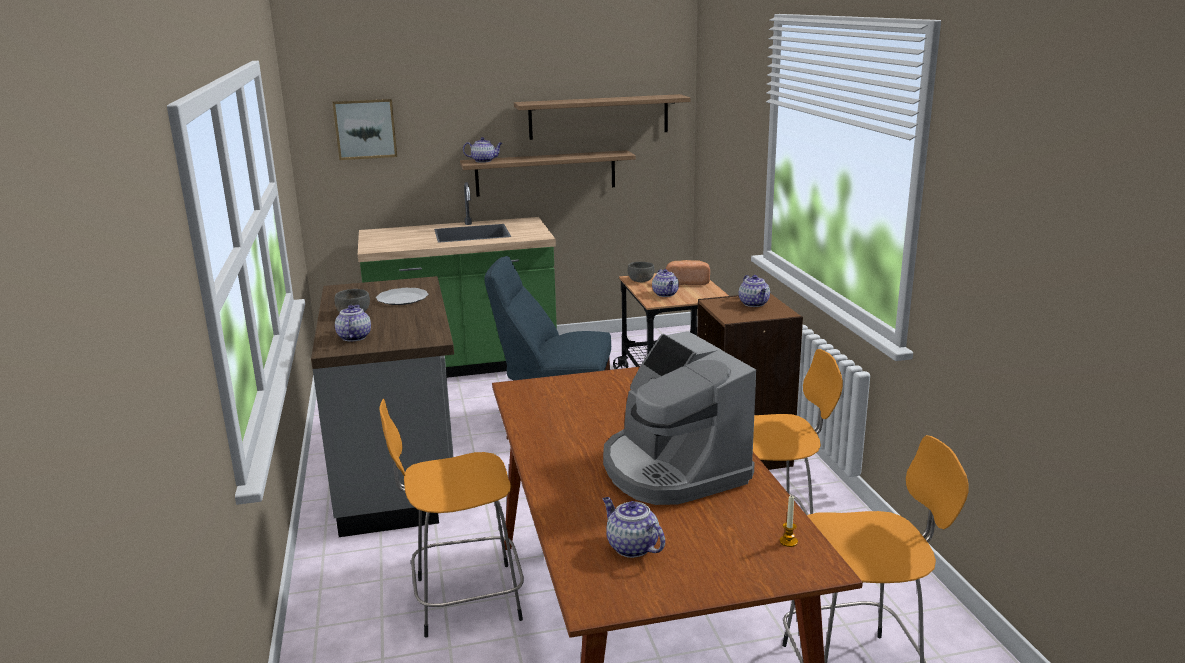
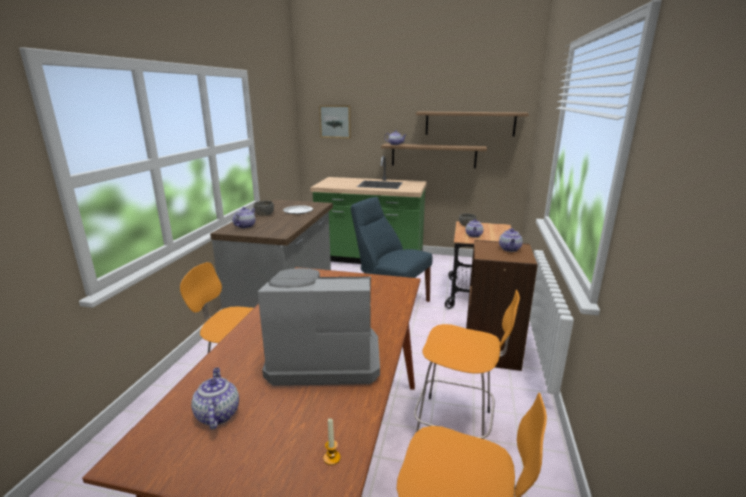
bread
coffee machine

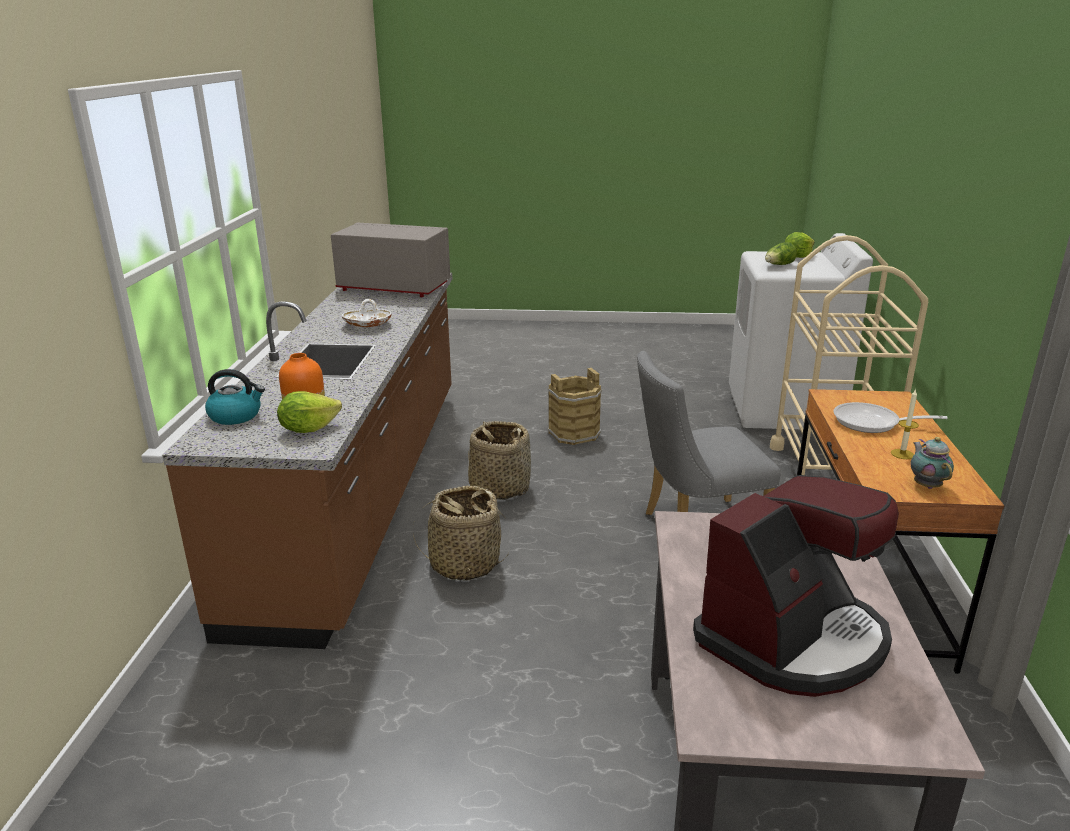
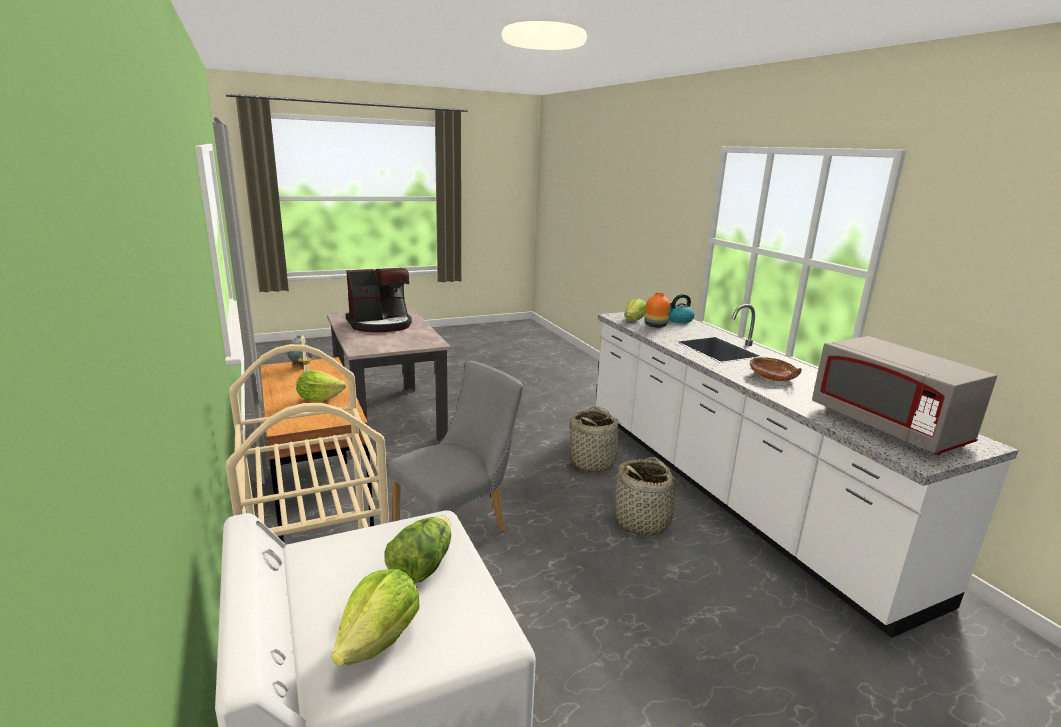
brown bucket
lettuce (1st from left)
white counter
brown bowl
grey microwave
coffee machine

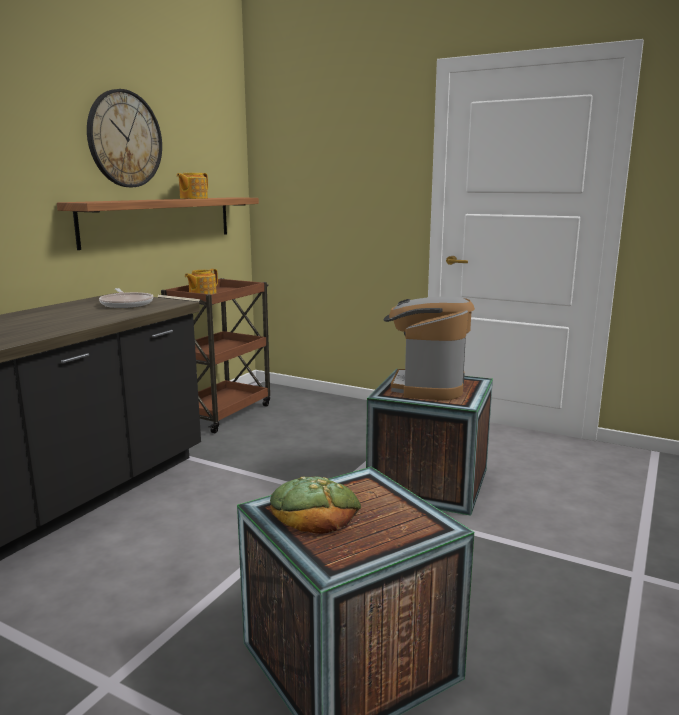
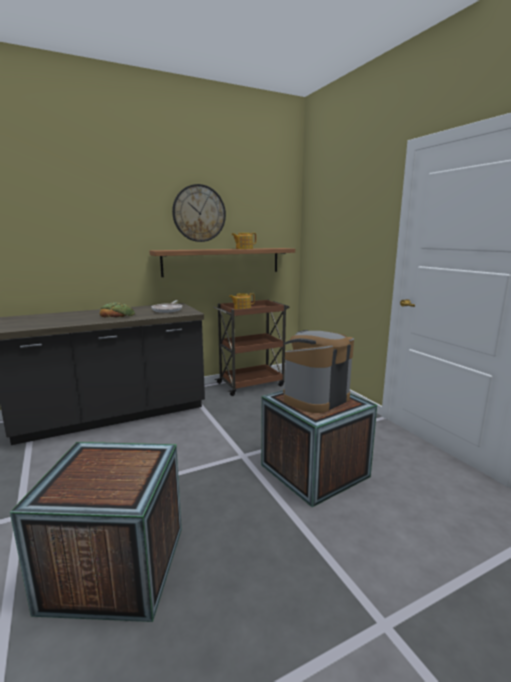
bread

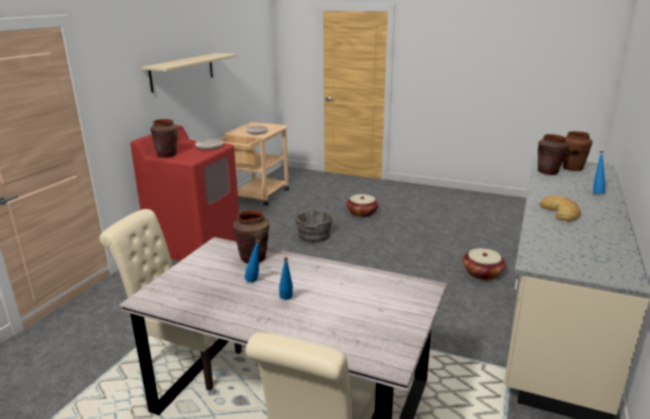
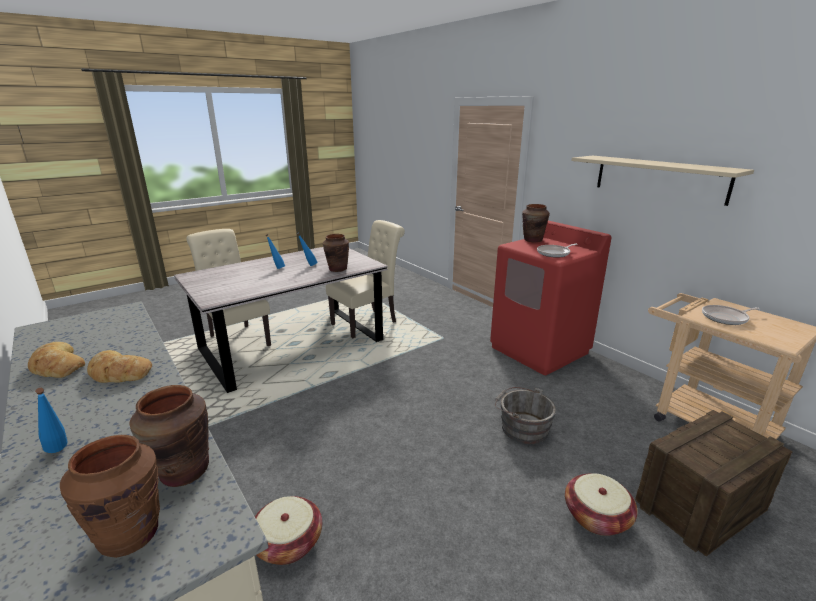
bread (1st from left)
crate

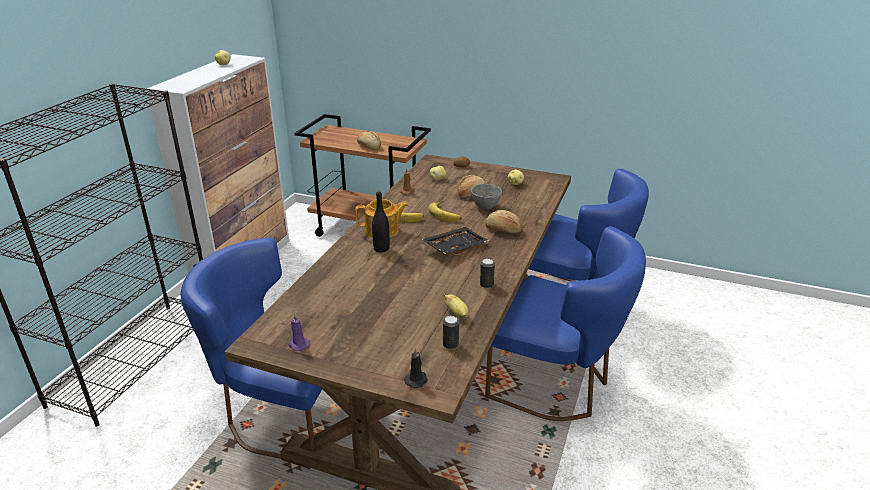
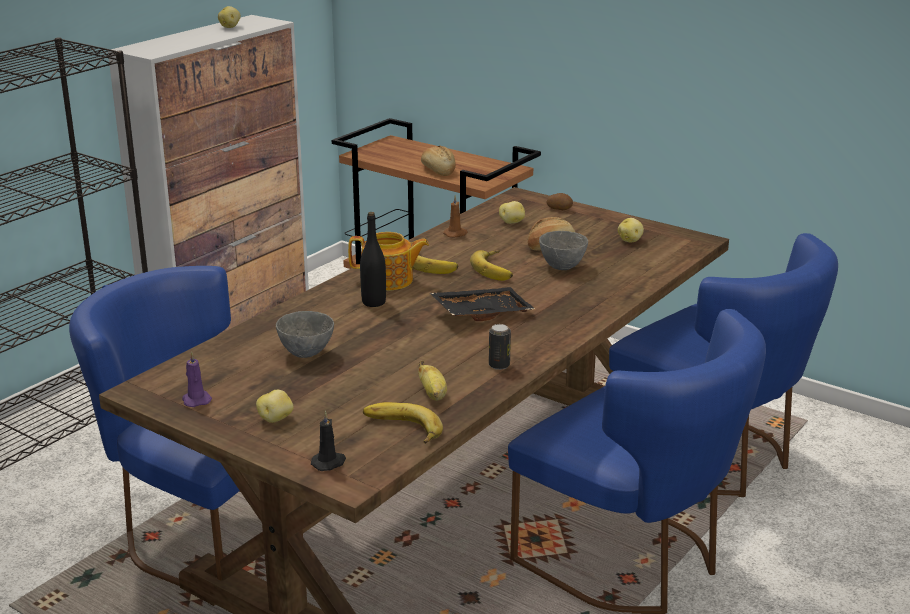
bread (3rd from left in the first image)
potato (2nd from left)
grey bowl (1st from left)
banana (1st from left)

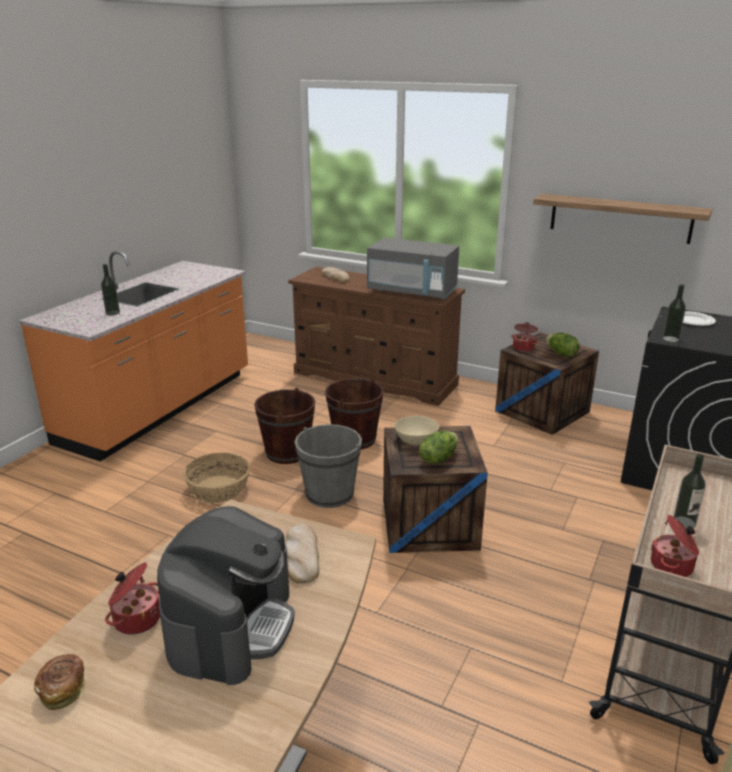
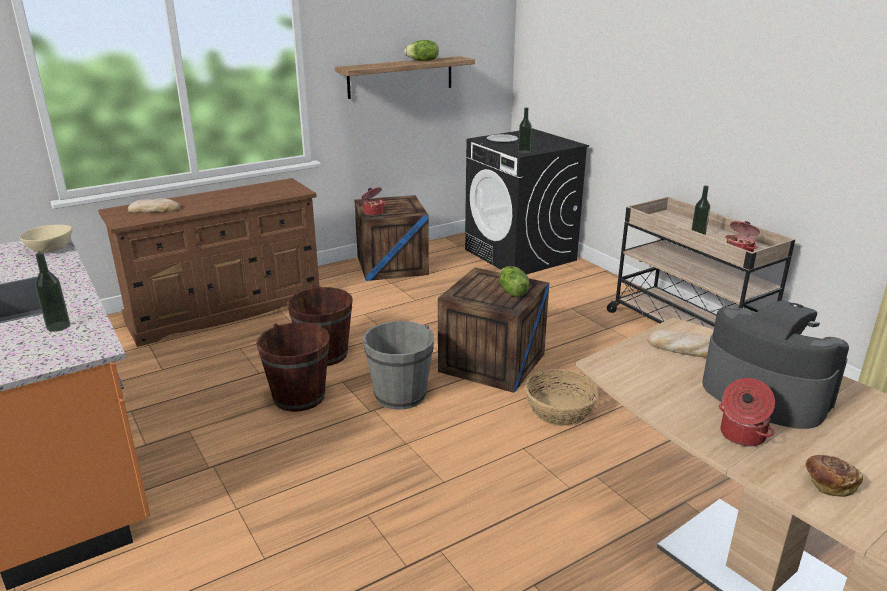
grey microwave
basket
beige bowl
lettuce (1st from left)

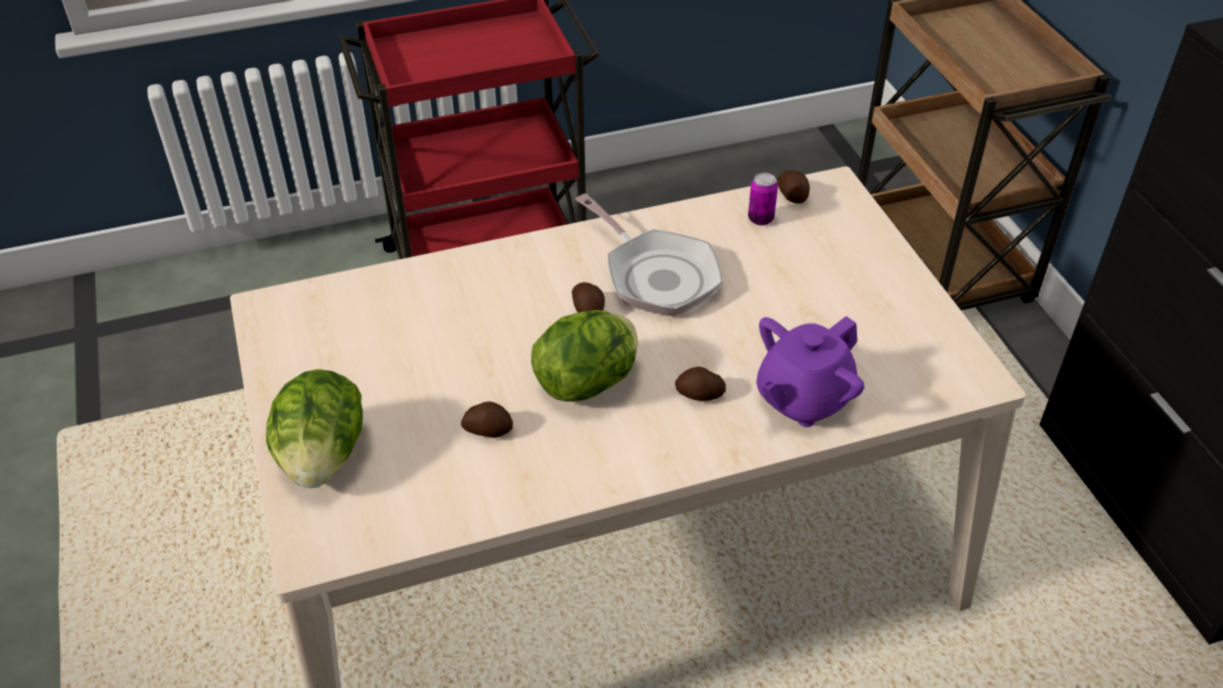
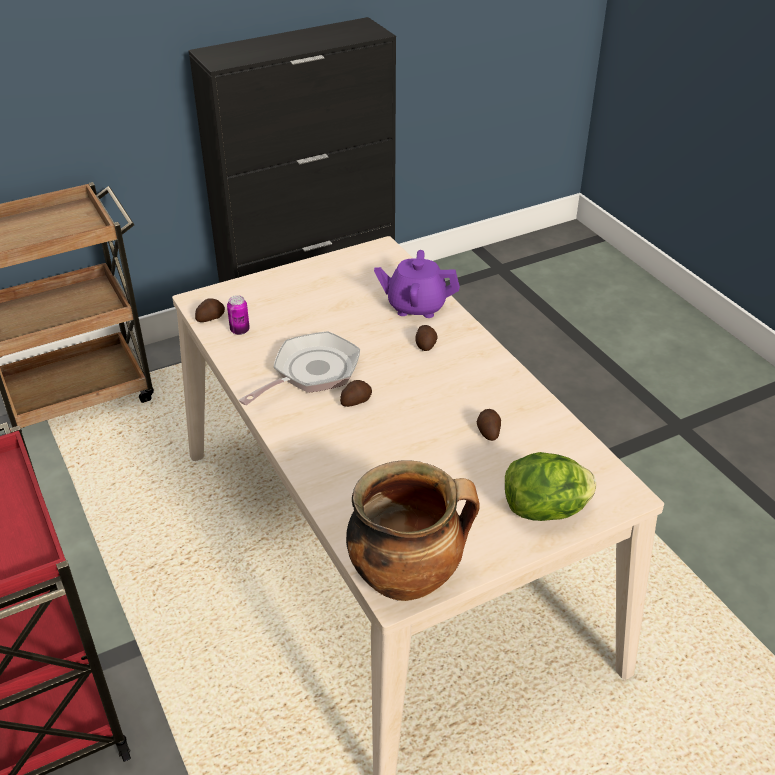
lettuce (2nd from left in the first image)
cooking pot
purple teapot

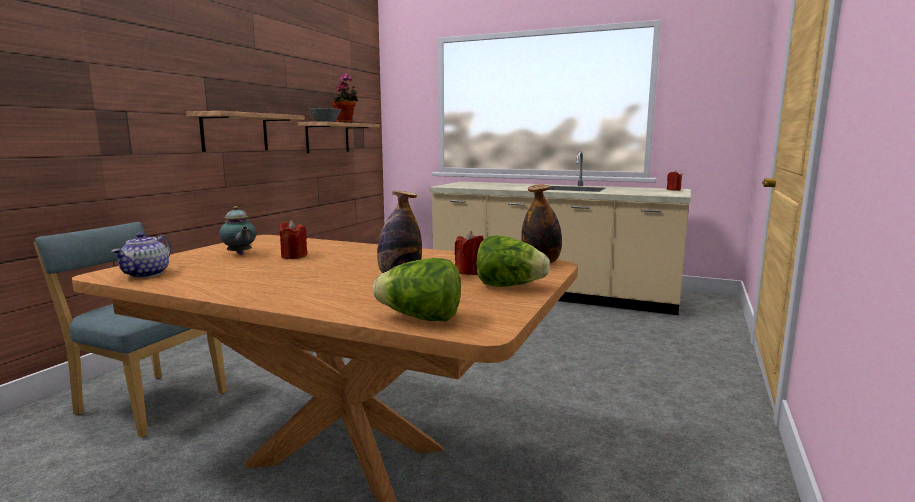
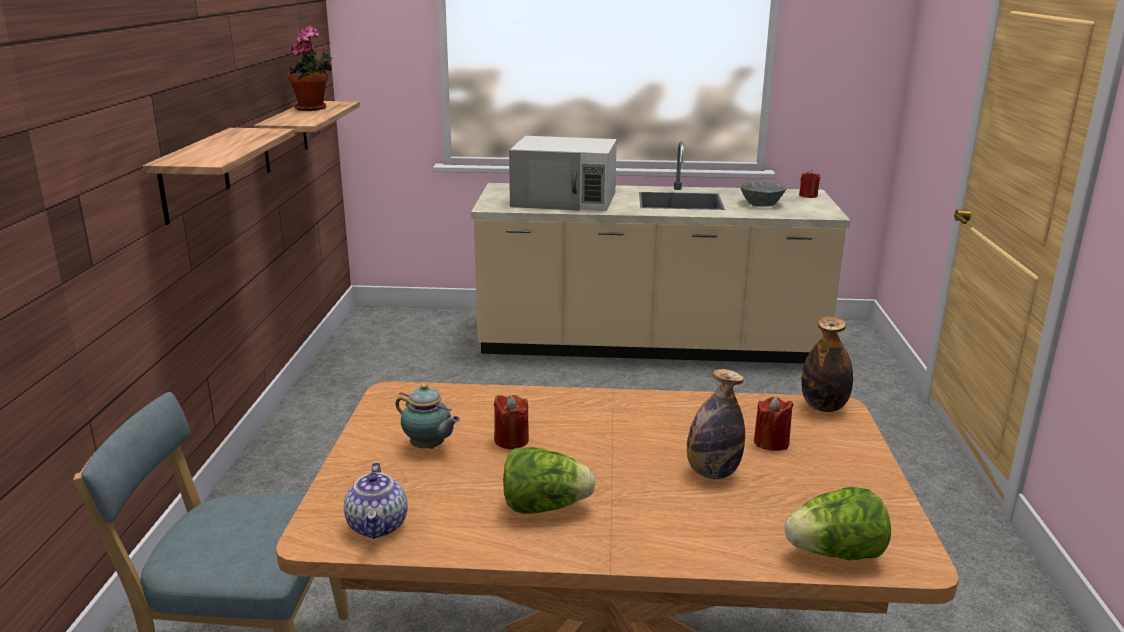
white microwave
grey bowl
lettuce (1st from left)

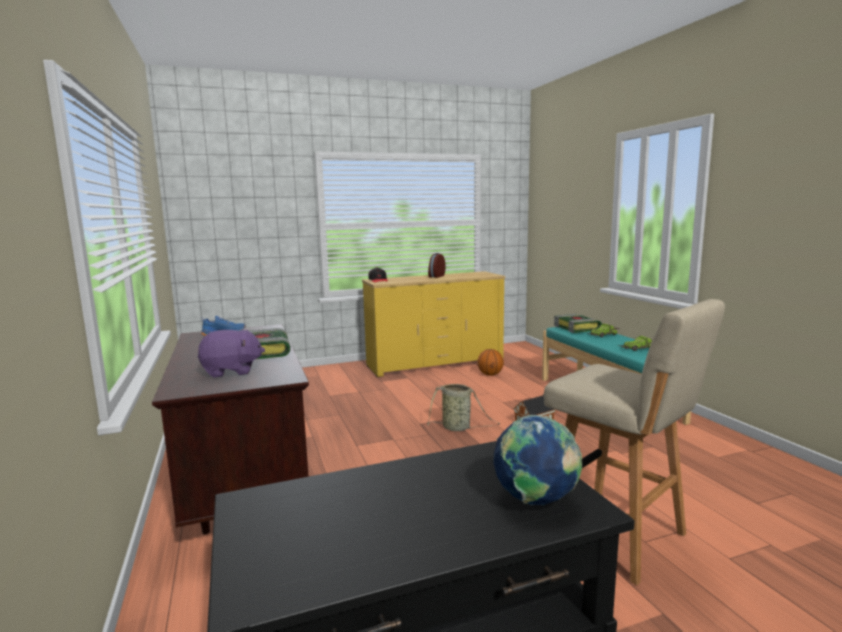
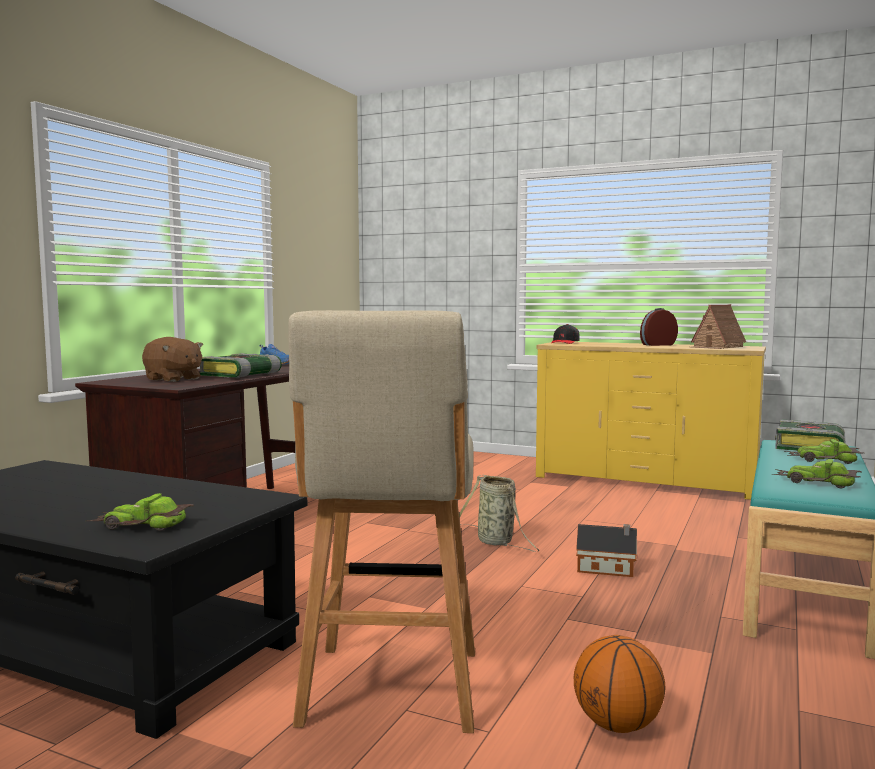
toy house (2nd from left)
basketball
toy car (1st from left)
brown plush toy

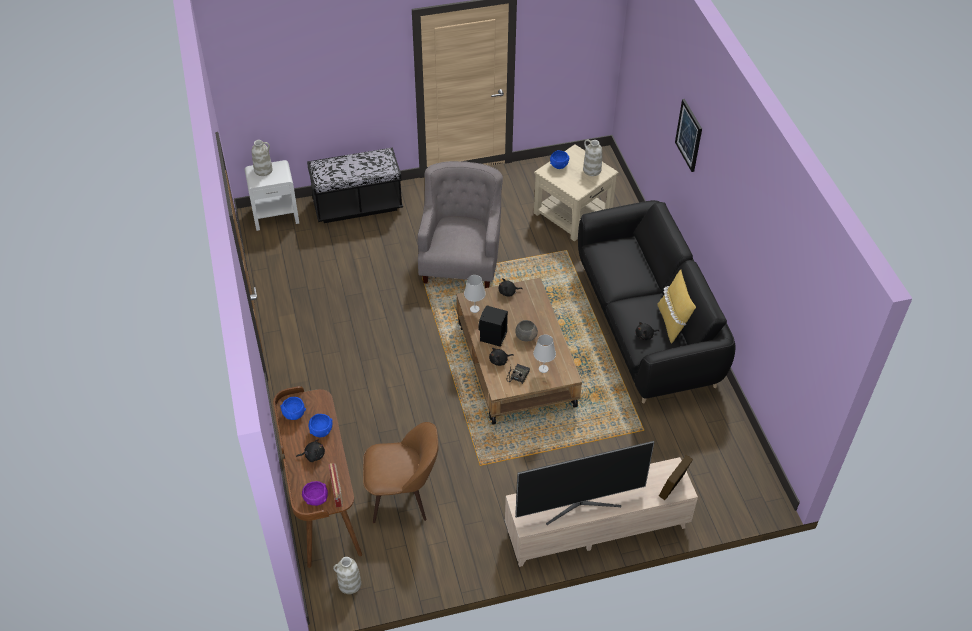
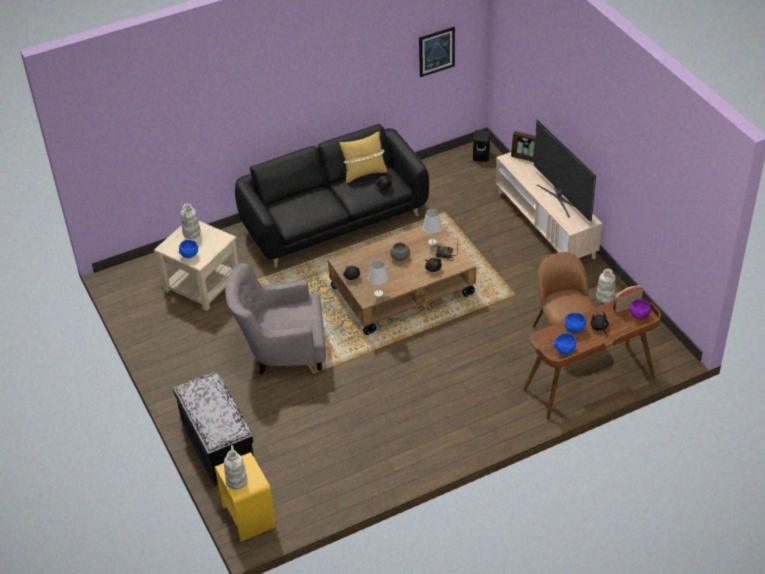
white vase (3rd from left)
black speaker
picture
yellow nightstand

